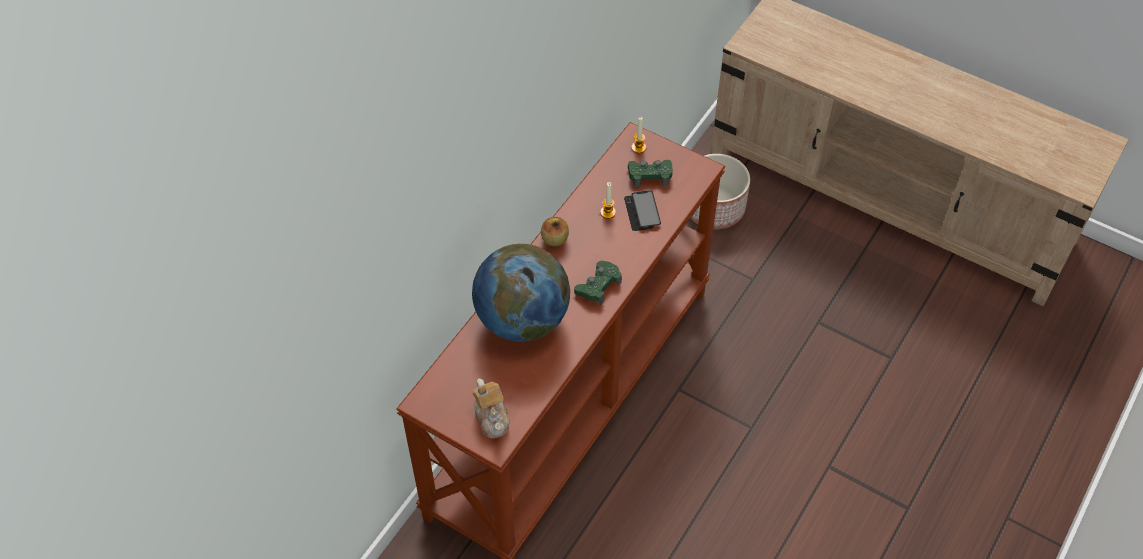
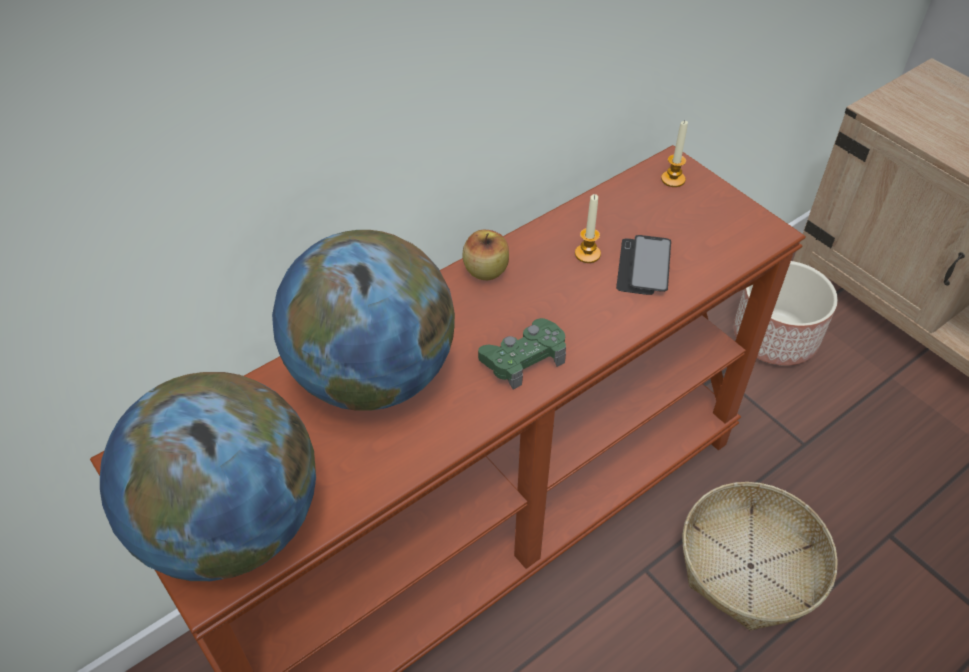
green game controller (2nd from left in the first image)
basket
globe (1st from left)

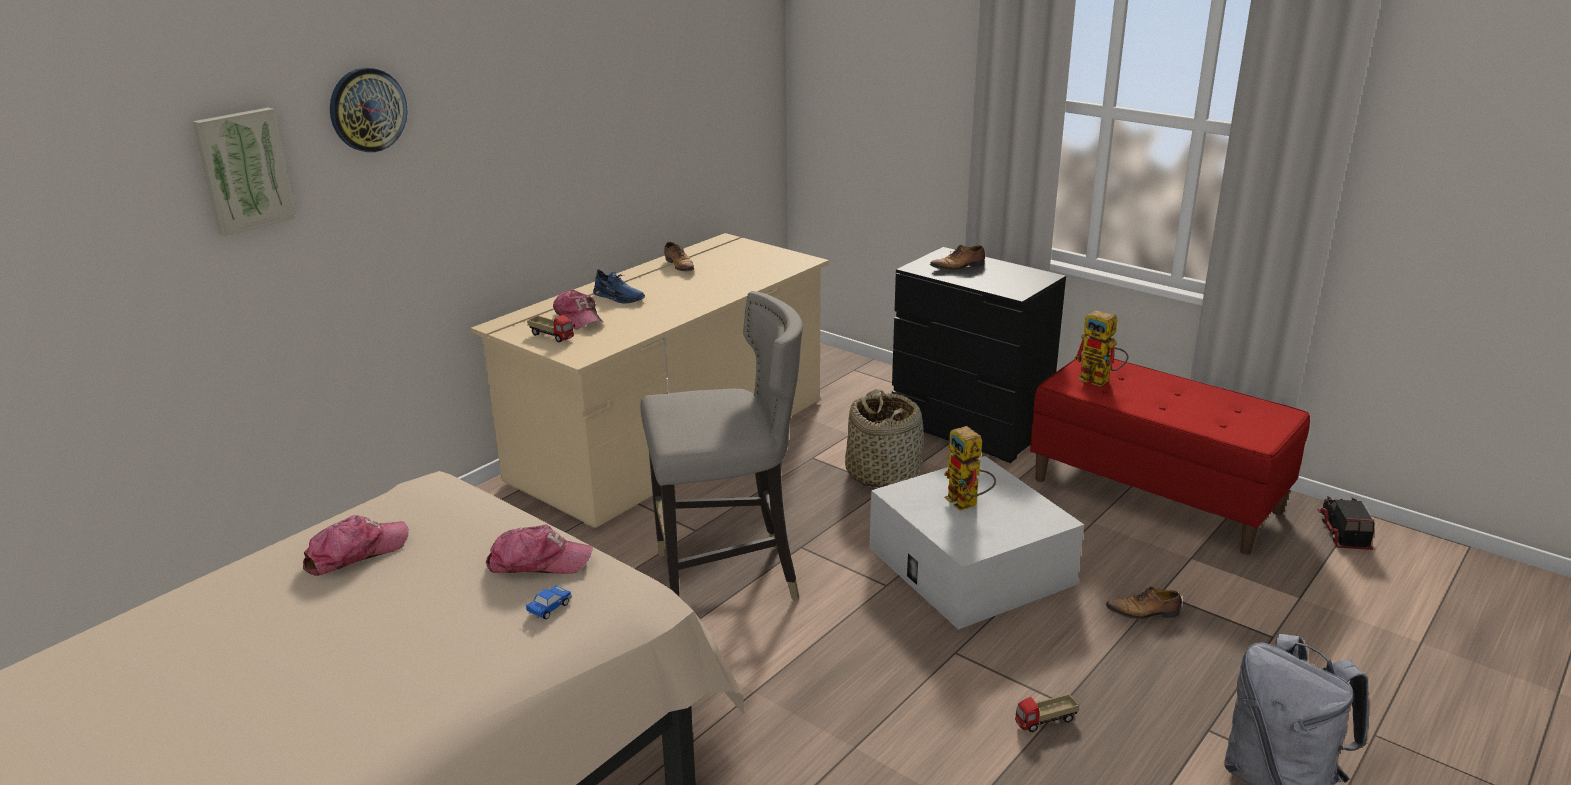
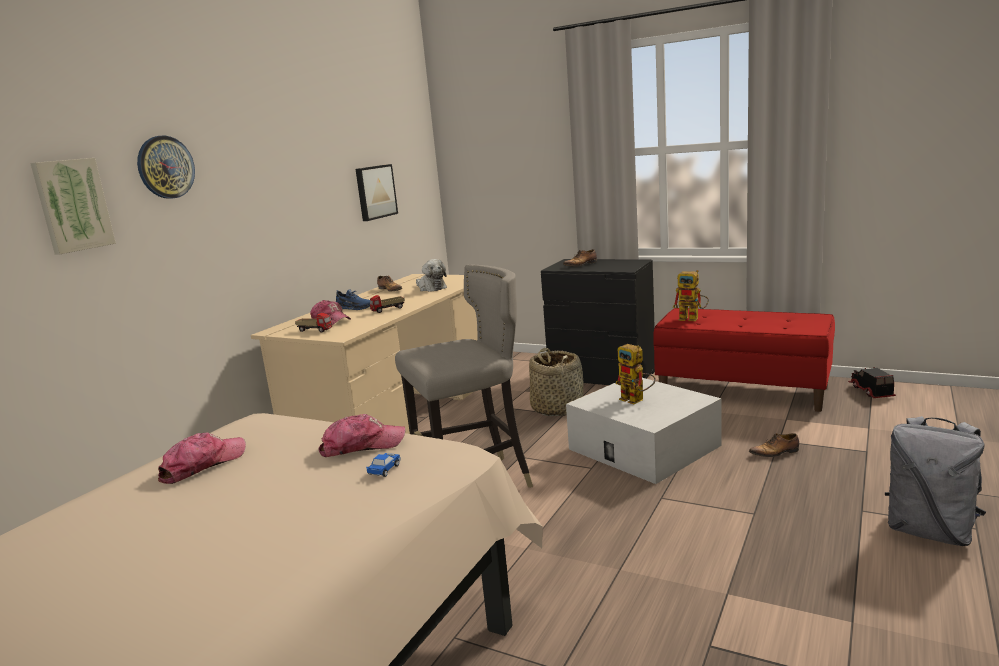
picture (2nd from left)
plush toy
toy truck (2nd from left)

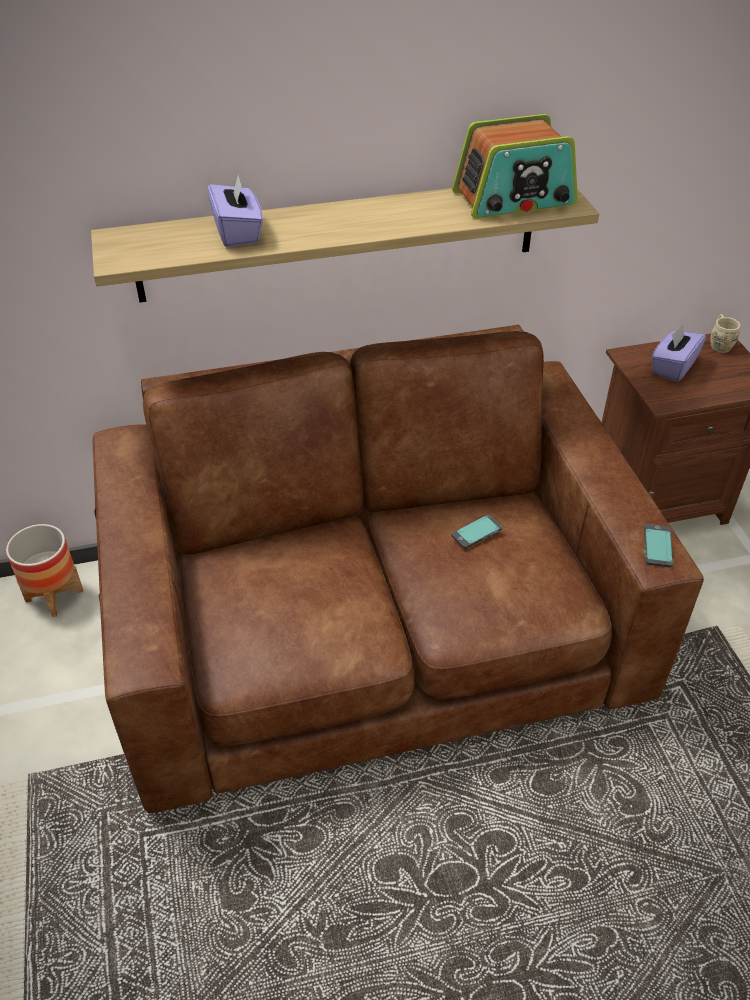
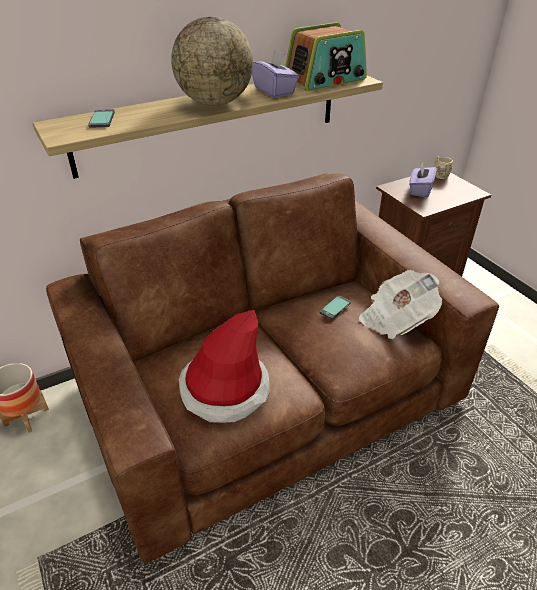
globe
hat
newspaper
purple tissue box (1st from left)
phone (1st from left)

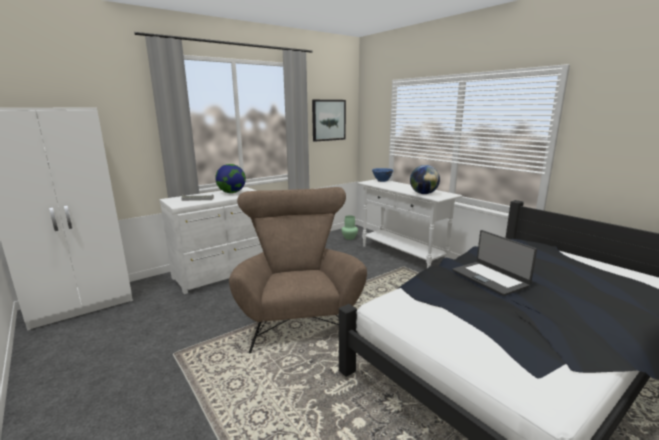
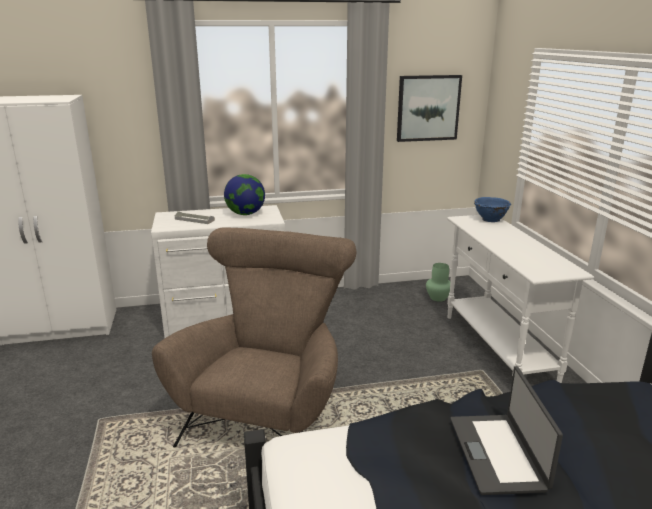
globe (2nd from left in the first image)

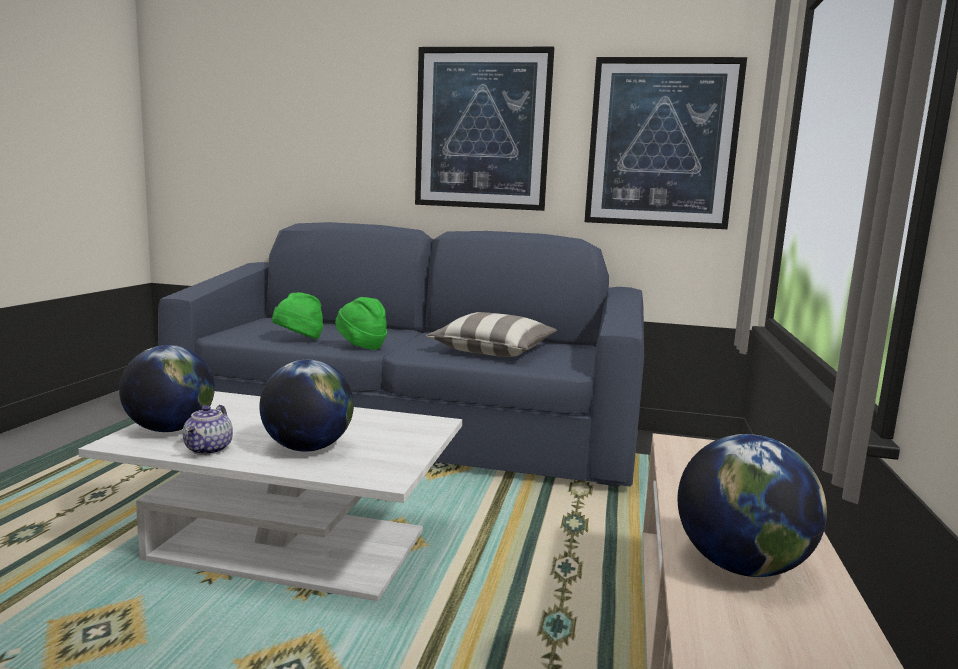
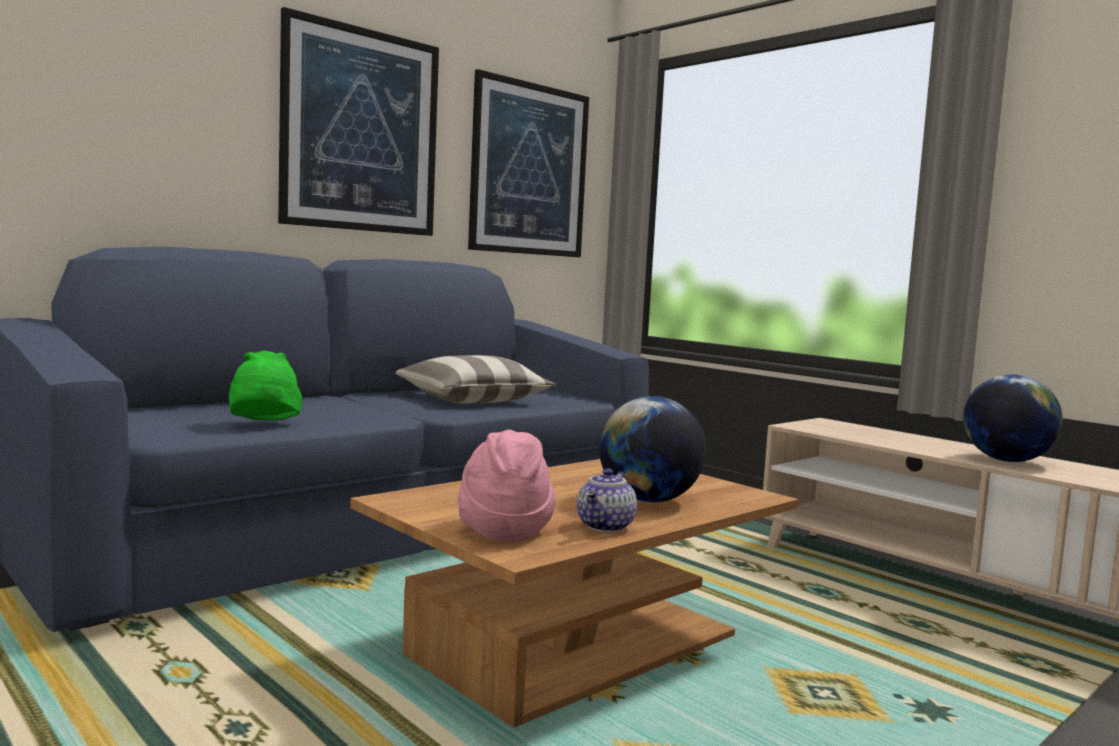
green hat (2nd from left in the first image)
pink hat
brown coffee table
teapot

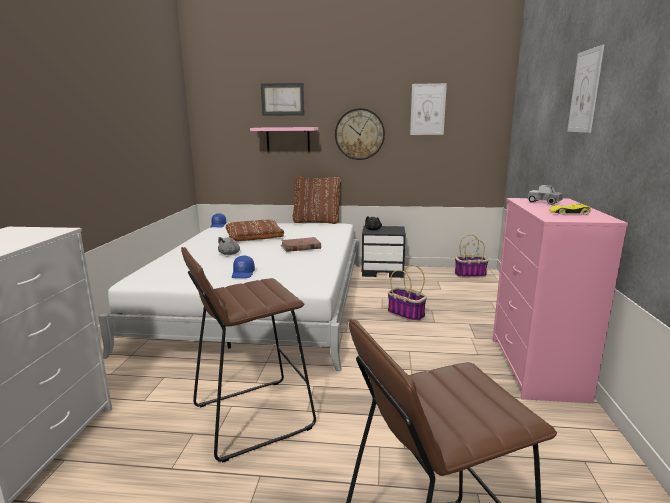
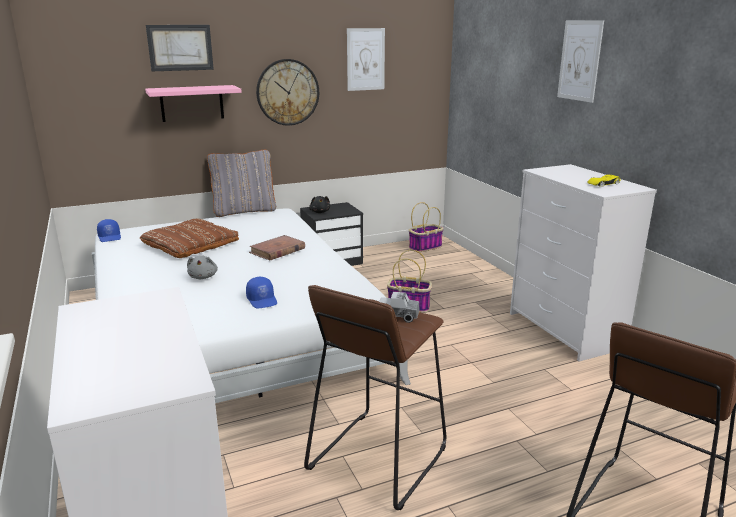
toy truck
grey pillow
white dresser (2nd from left)

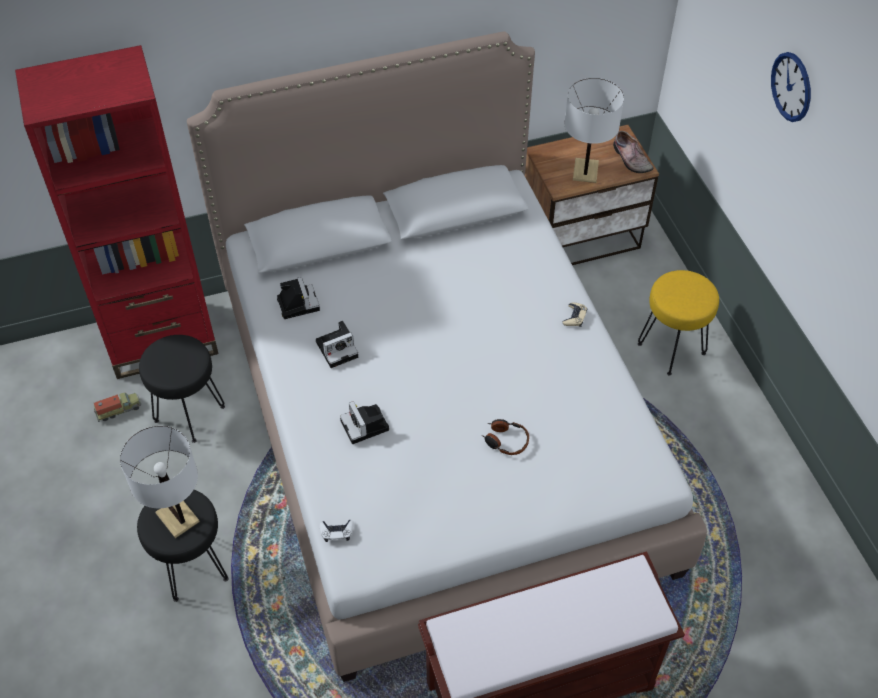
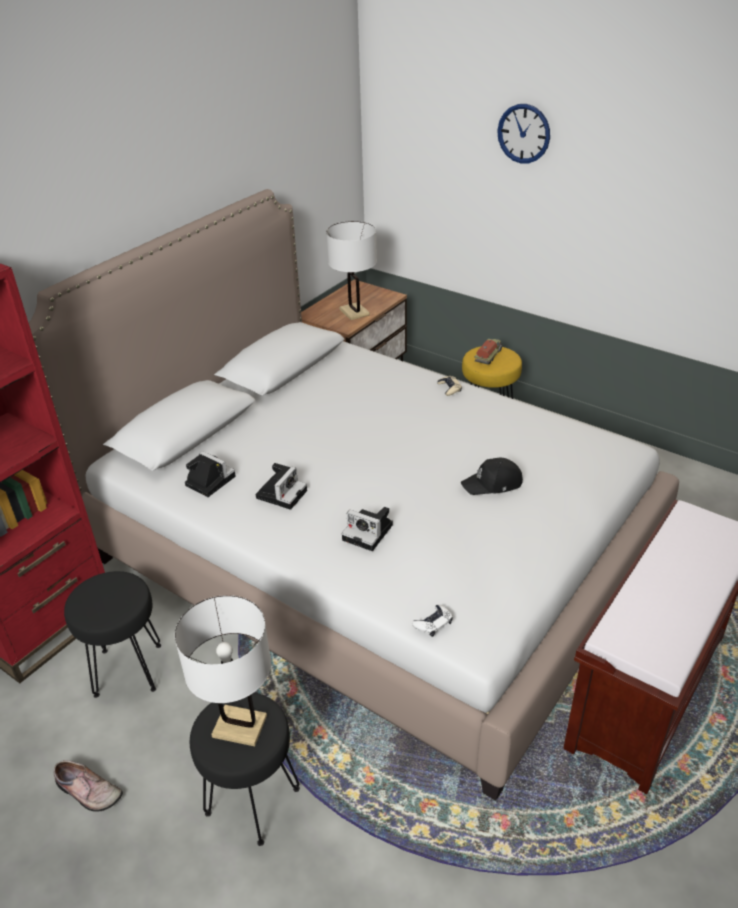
toy truck
shoe
black cap

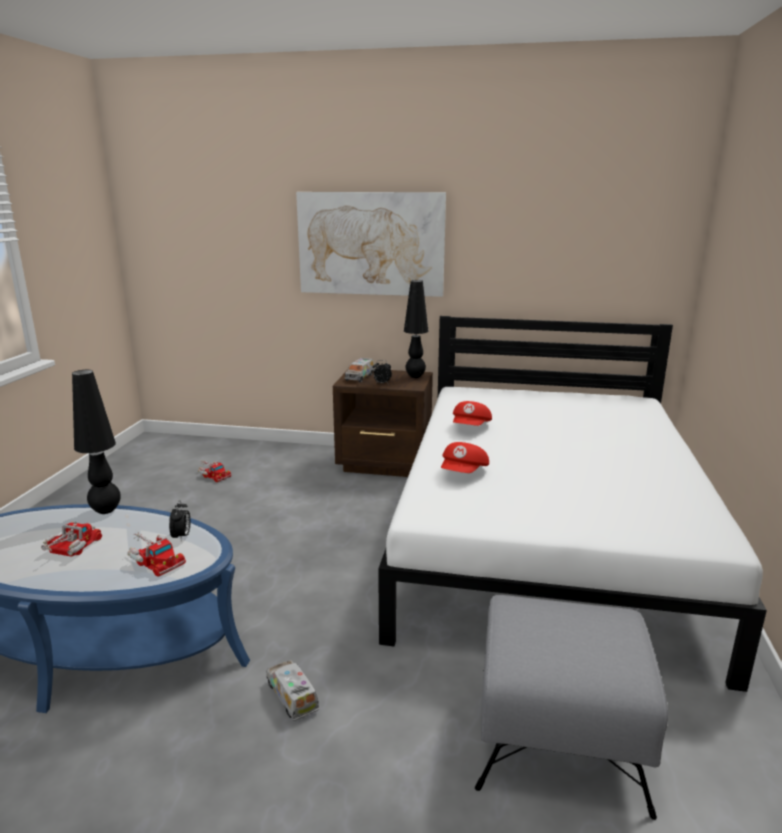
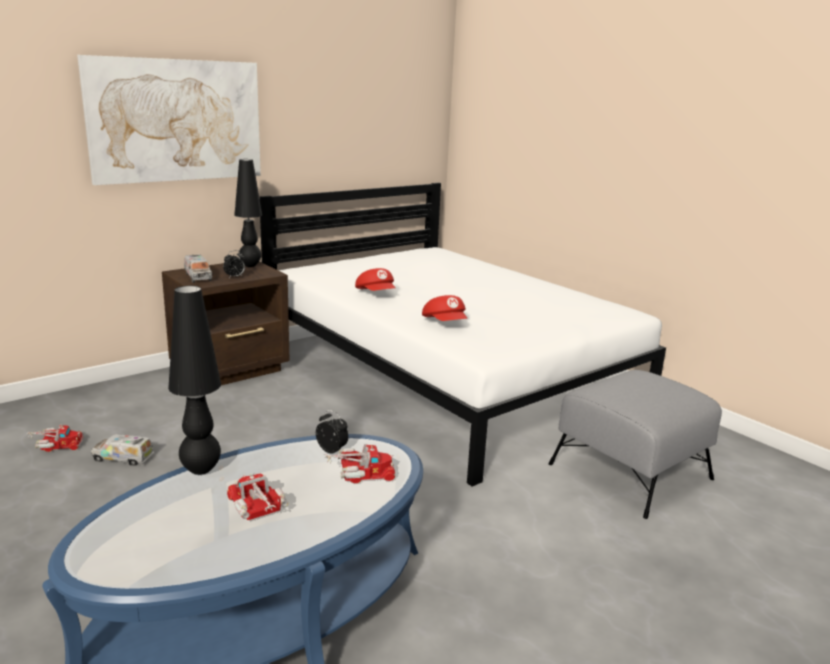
toy truck (2nd from left)

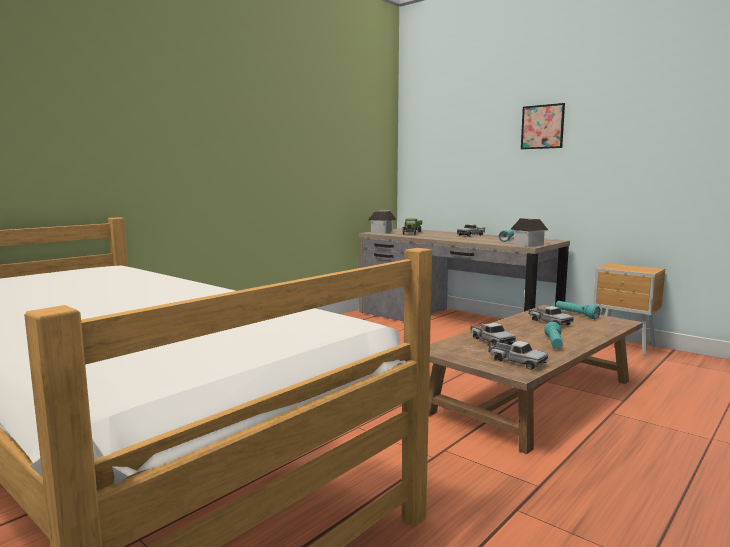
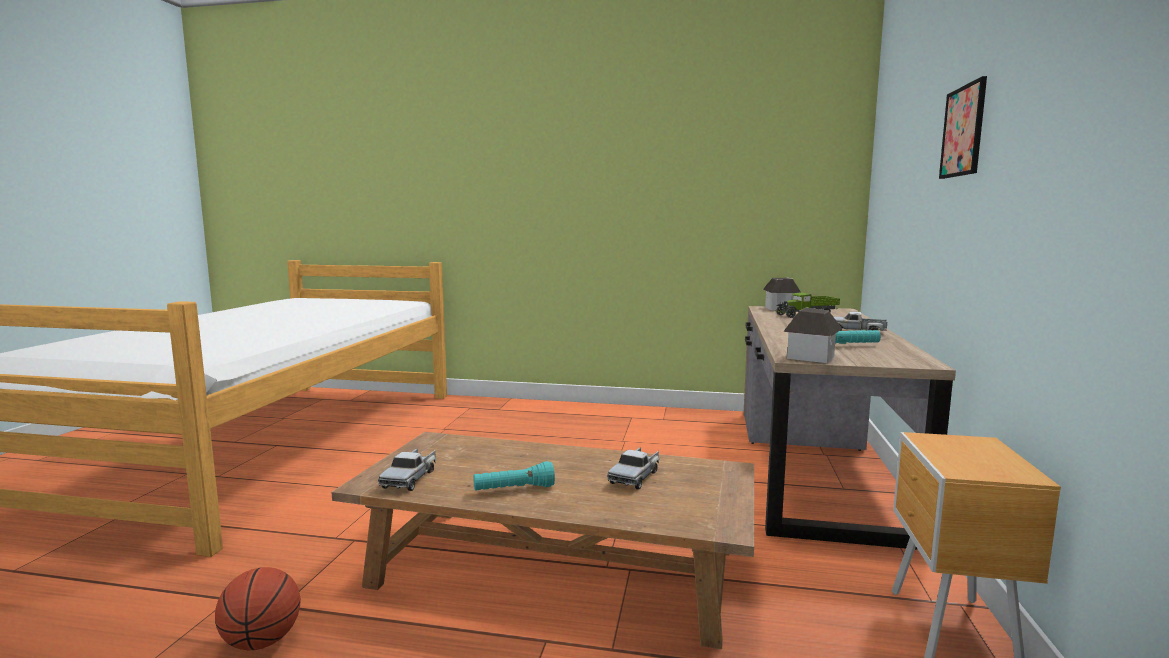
toy truck (3rd from left in the first image)
turquoise flashlight (3rd from left in the first image)
basketball

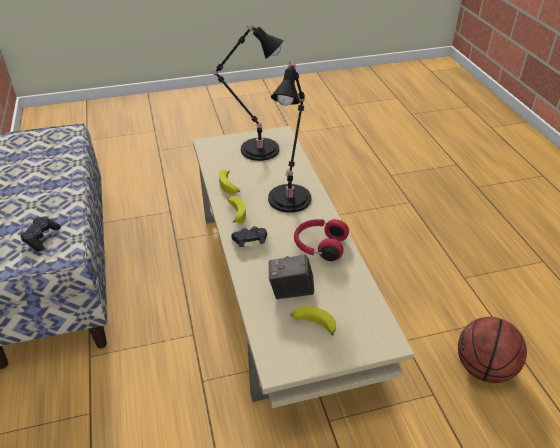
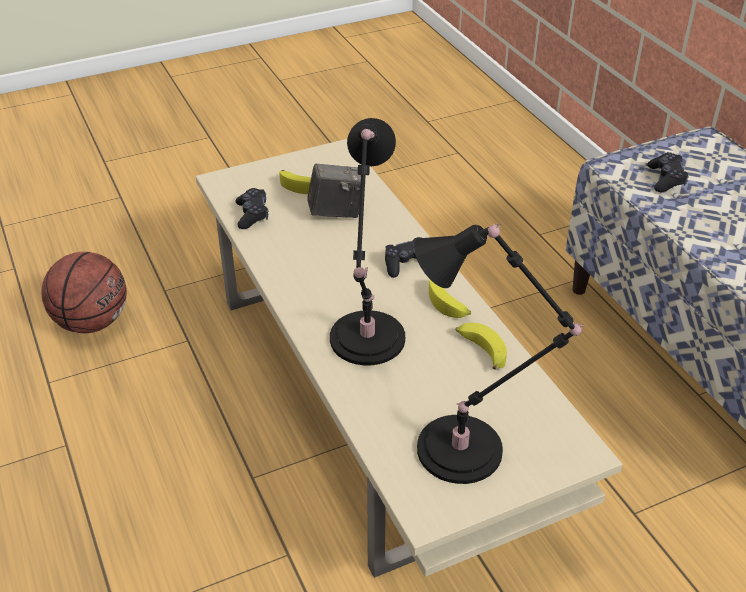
red headphones
black game controller (1st from left)

